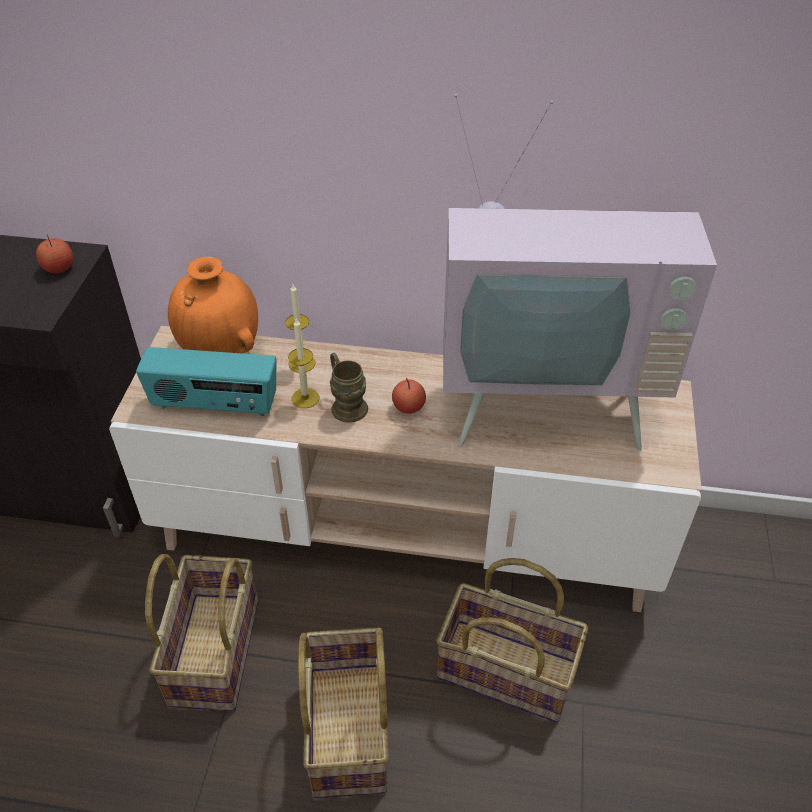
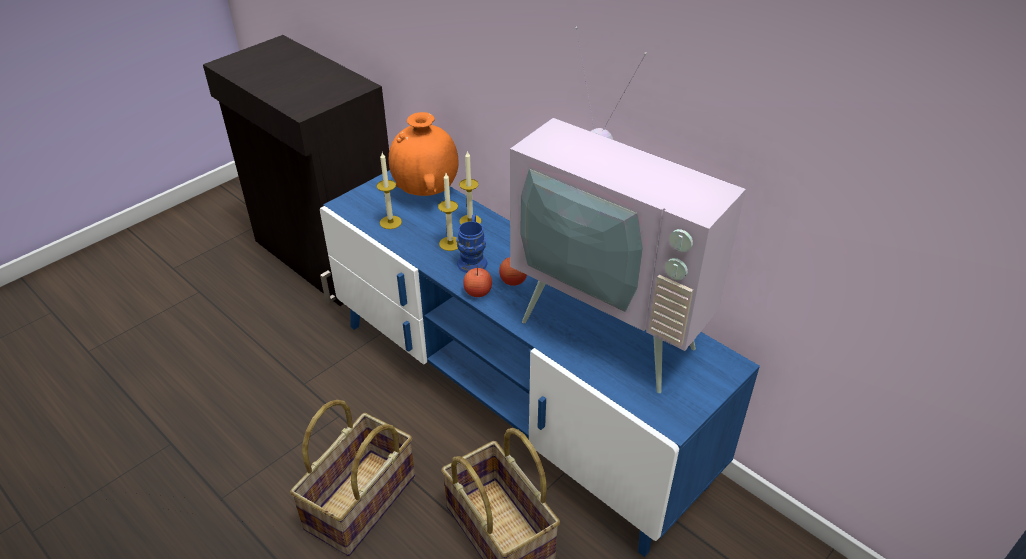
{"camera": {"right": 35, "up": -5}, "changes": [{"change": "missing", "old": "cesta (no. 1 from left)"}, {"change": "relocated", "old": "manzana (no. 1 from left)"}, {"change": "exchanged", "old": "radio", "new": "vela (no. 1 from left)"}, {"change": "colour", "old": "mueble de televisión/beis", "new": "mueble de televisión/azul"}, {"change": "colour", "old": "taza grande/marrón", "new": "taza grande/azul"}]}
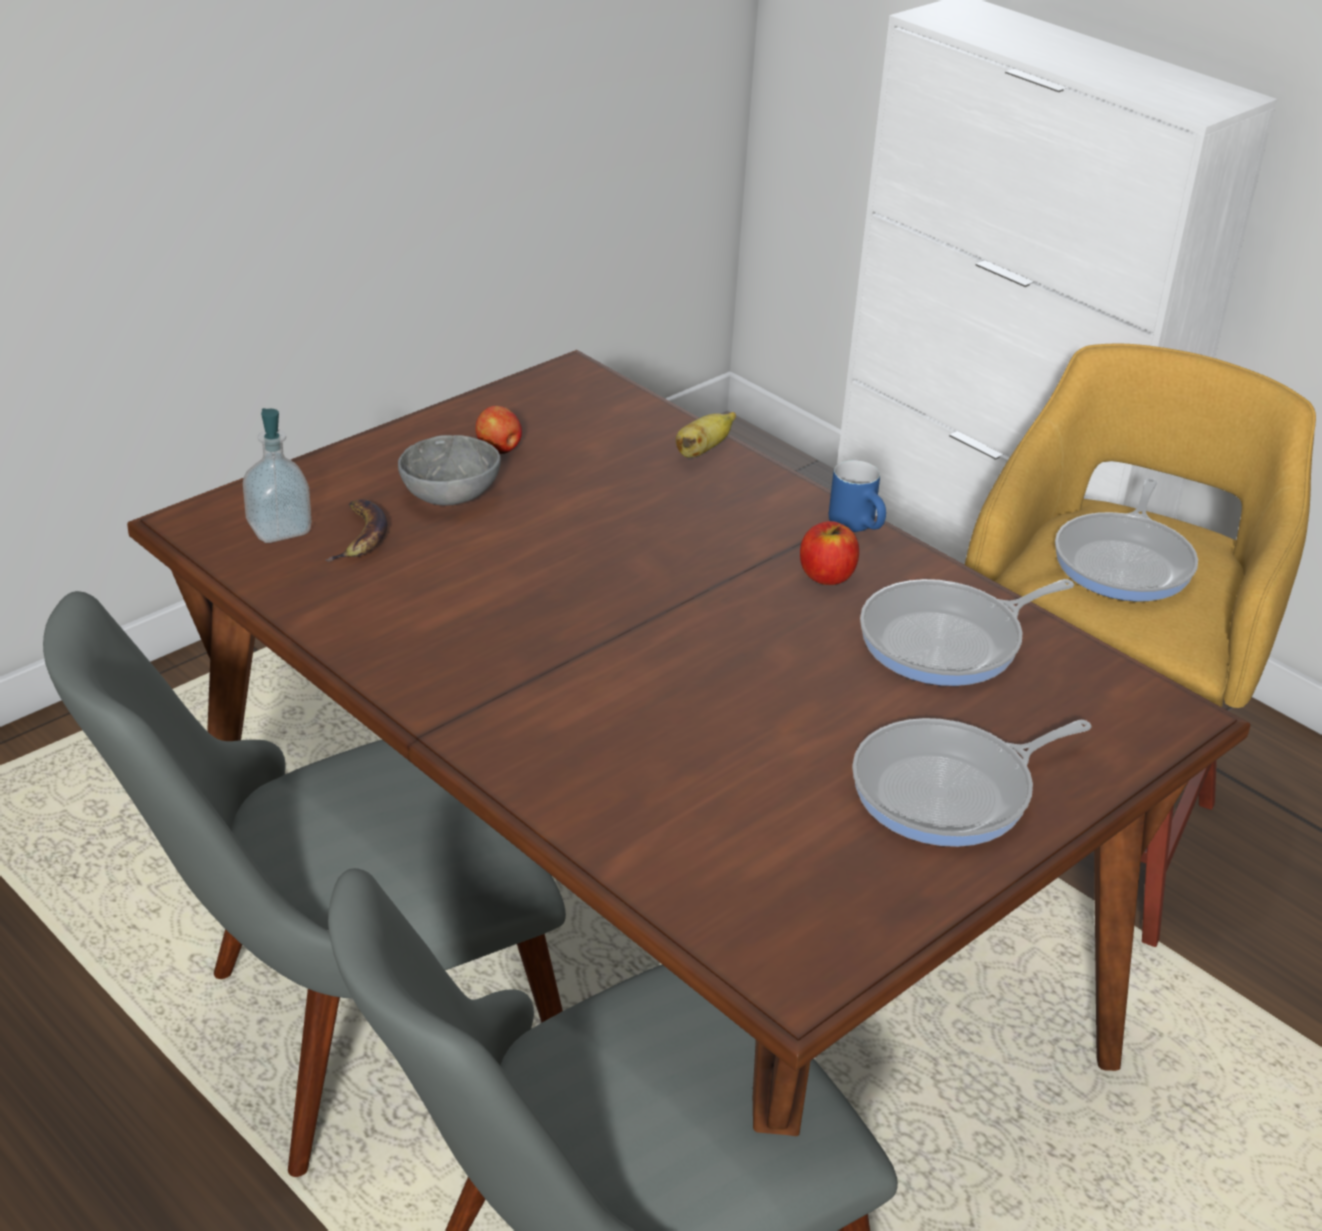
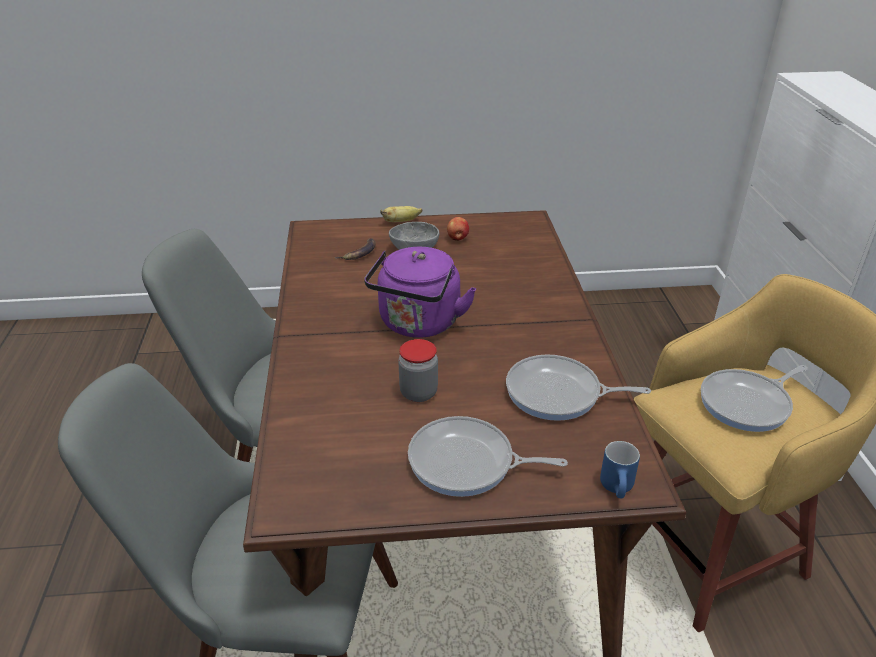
{"camera": {"right": 40, "up": 0}, "changes": [{"change": "missing", "old": "dispensador de jabón"}, {"change": "missing", "old": "manzana (no. 2 from left)"}, {"change": "appeared", "new": "hervidor/morado"}, {"change": "appeared", "new": "tarro"}, {"change": "relocated", "old": "plátano (no. 2 from left)"}, {"change": "relocated", "old": "taza grande/azul"}]}
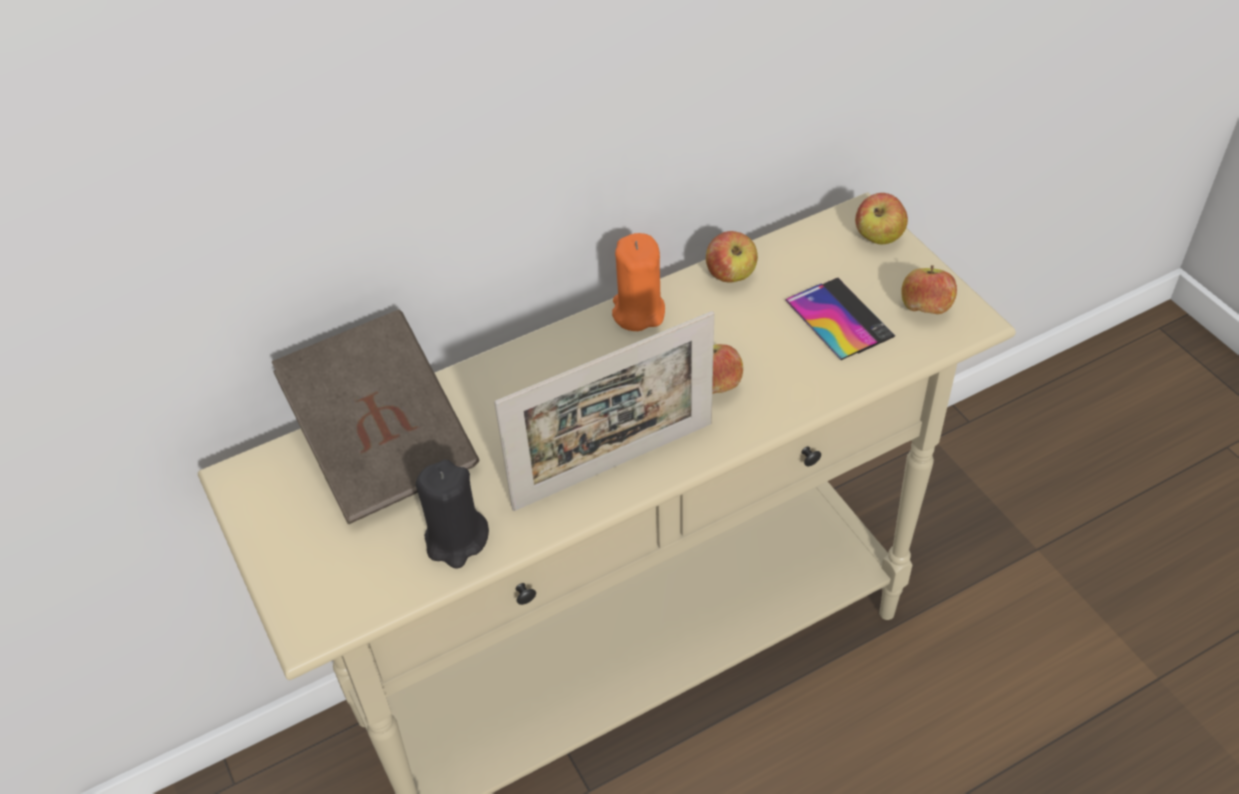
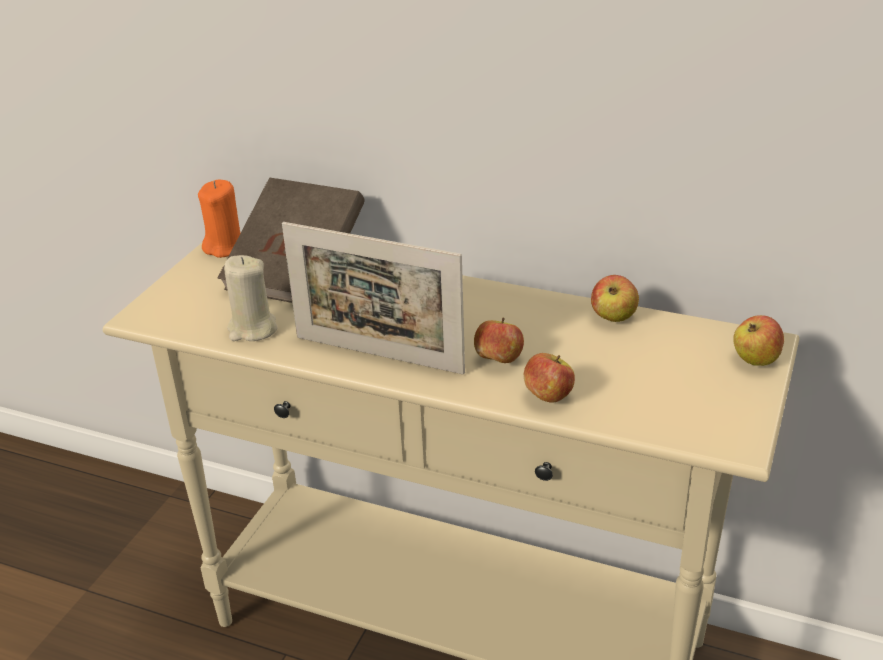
{"camera": {"right": 50, "up": -15}, "changes": [{"change": "missing", "old": "móvil"}, {"change": "relocated", "old": "vela/naranja"}, {"change": "relocated", "old": "manzana (no. 4 from left in the first image)", "new": "manzana (no. 2 from left)"}, {"change": "colour", "old": "vela/negro", "new": "vela/beis"}]}
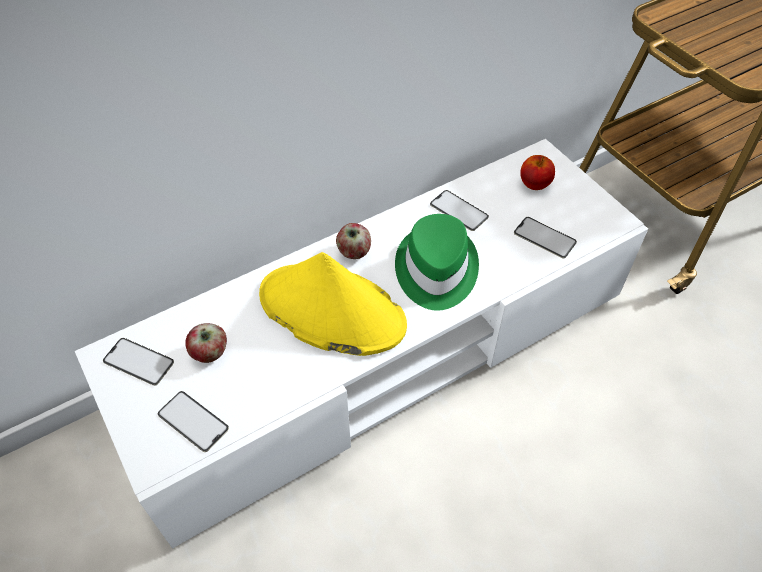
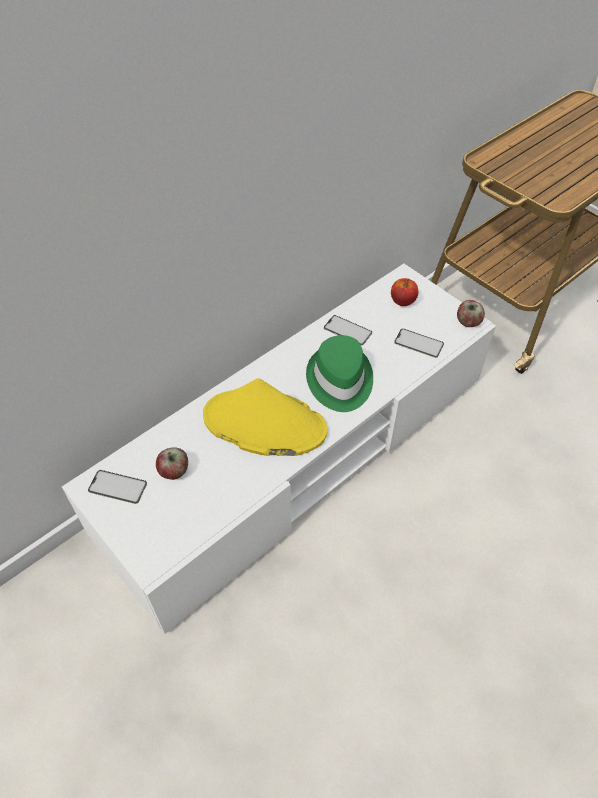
{"camera": {"right": -10, "up": 0}, "changes": [{"change": "missing", "old": "móvil (no. 2 from left)"}, {"change": "relocated", "old": "manzana (no. 2 from left in the first image)", "new": "manzana (no. 3 from left)"}]}
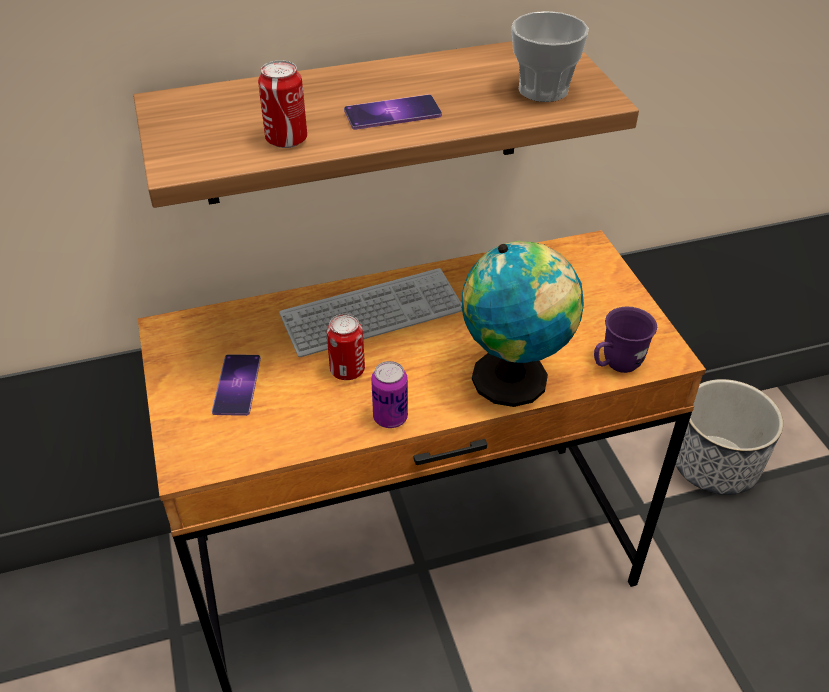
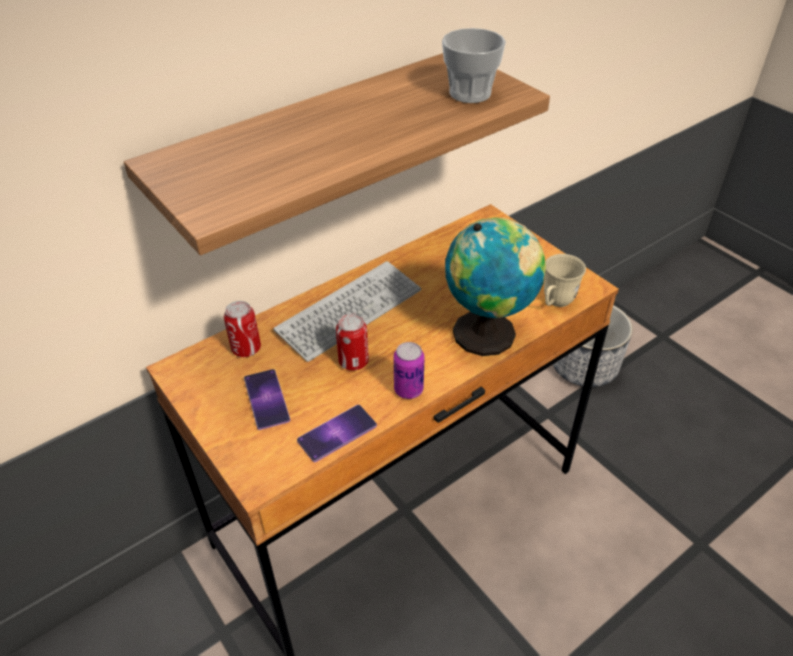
{"camera": {"right": -20, "up": 0}, "changes": [{"change": "relocated", "old": "lata (no. 1 from left)"}, {"change": "relocated", "old": "móvil (no. 2 from left)"}, {"change": "colour", "old": "taza grande/morado", "new": "taza grande/beis"}]}
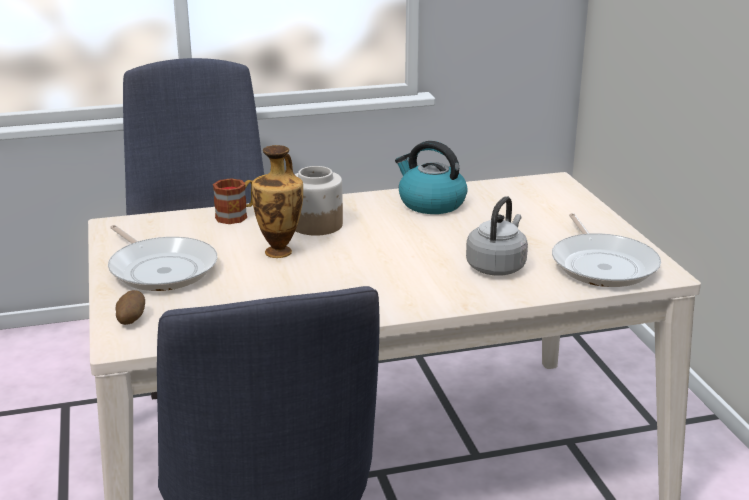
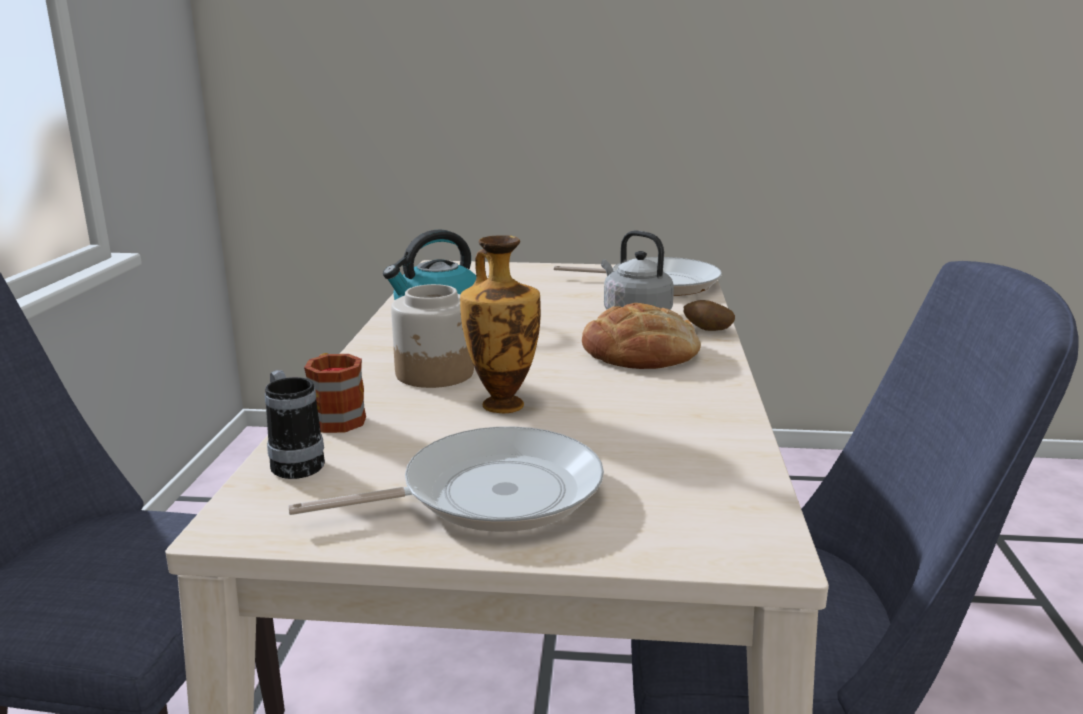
{"camera": {"right": -70, "up": -5}, "changes": [{"change": "appeared", "new": "taza grande (no. 1 from left)"}, {"change": "appeared", "new": "pan"}, {"change": "relocated", "old": "patata"}]}
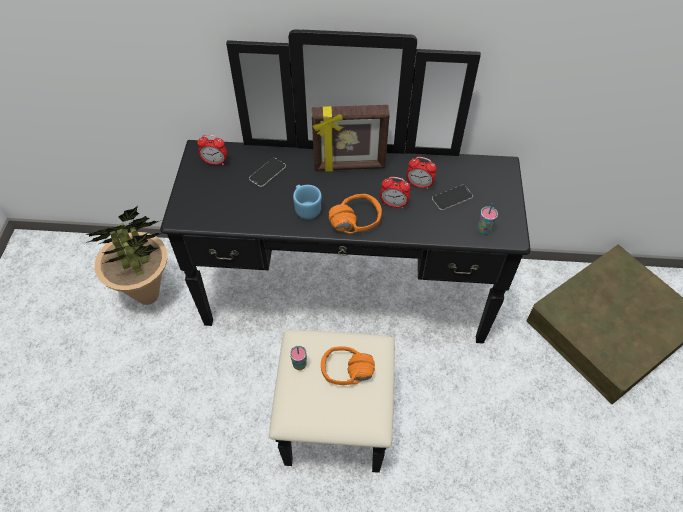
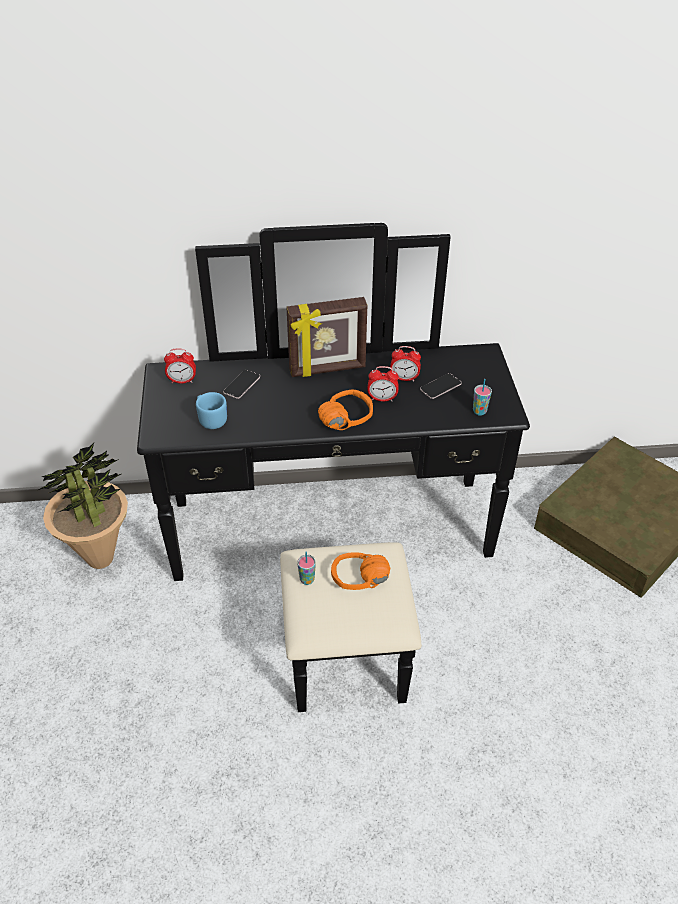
{"camera": {"right": -10, "up": -10}, "changes": [{"change": "relocated", "old": "taza grande/azul"}]}
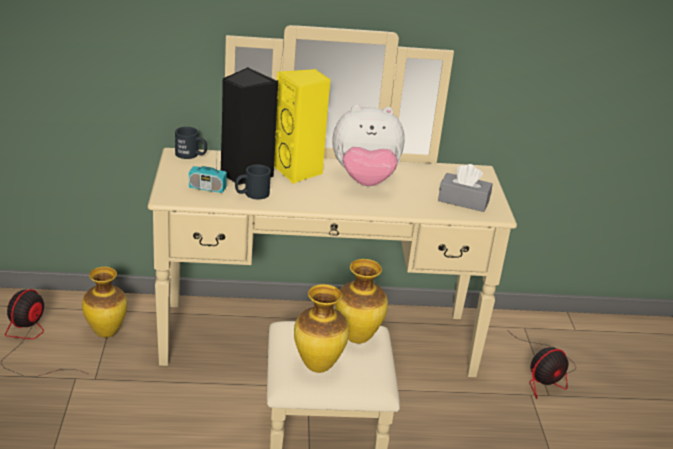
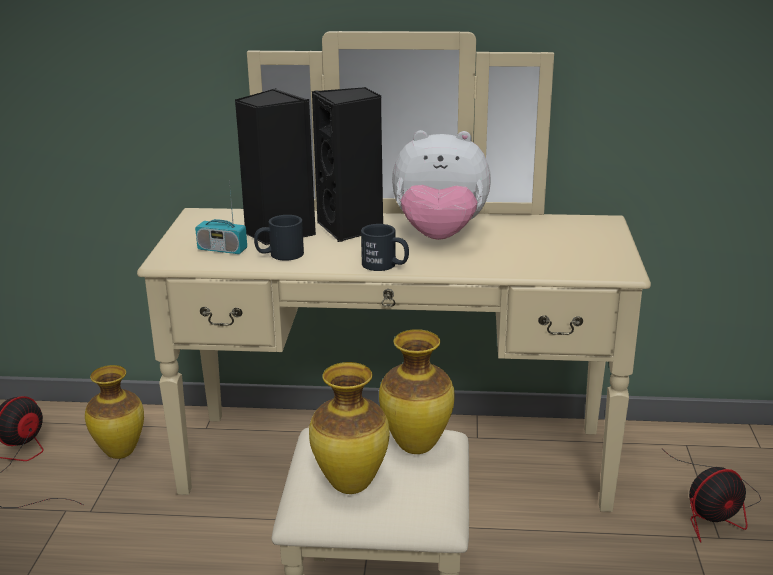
{"camera": {"right": 10, "up": -5}, "changes": [{"change": "missing", "old": "caja de pañuelos/gris"}, {"change": "relocated", "old": "taza grande/negro (no. 1 from left in the first image)", "new": "taza grande/negro (no. 2 from left)"}, {"change": "colour", "old": "altavoz/amarillo", "new": "altavoz/negro (no. 2 from left)"}]}
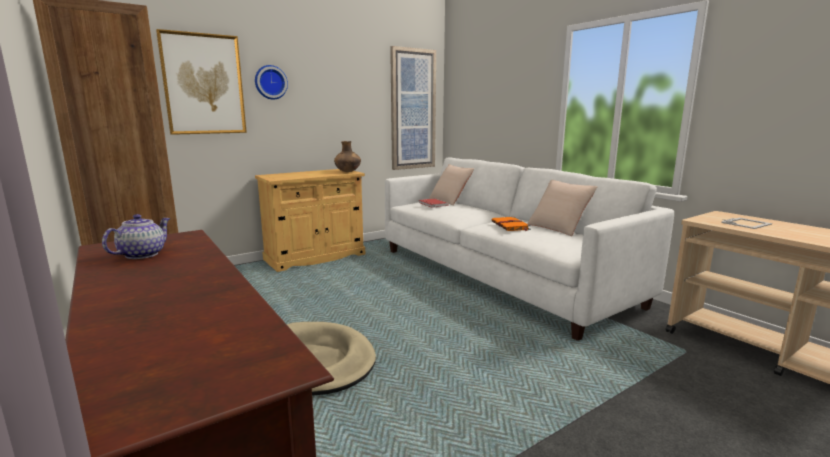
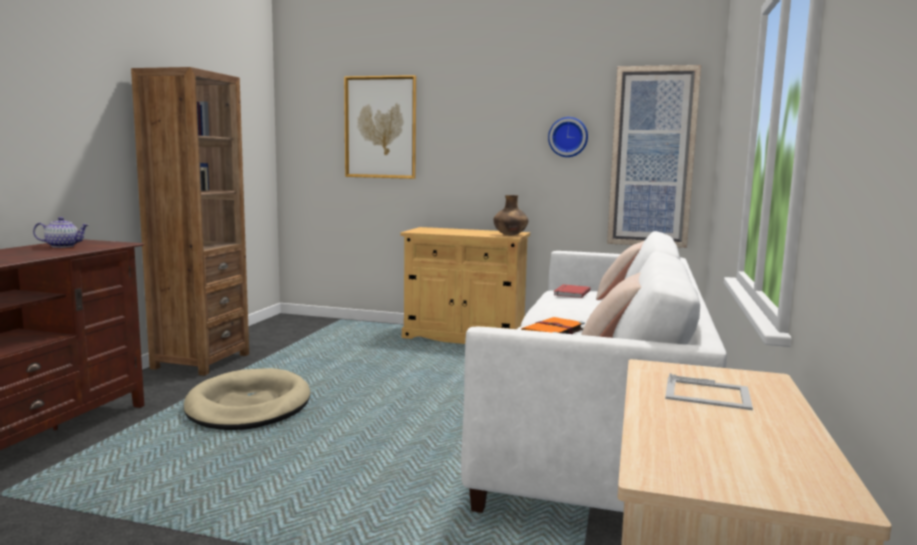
{"camera": {"right": 50, "up": -5}, "changes": [{"change": "relocated", "old": "reloj de pared"}]}
